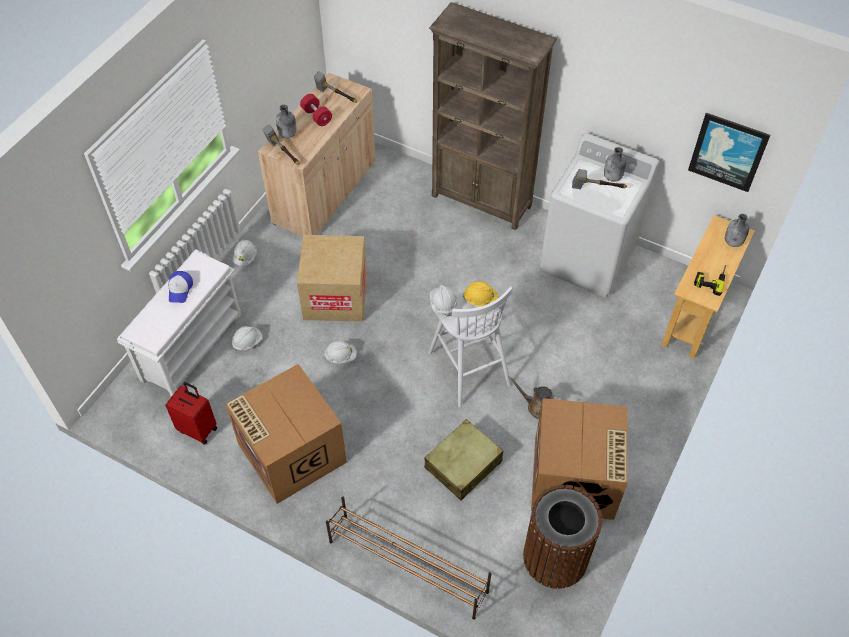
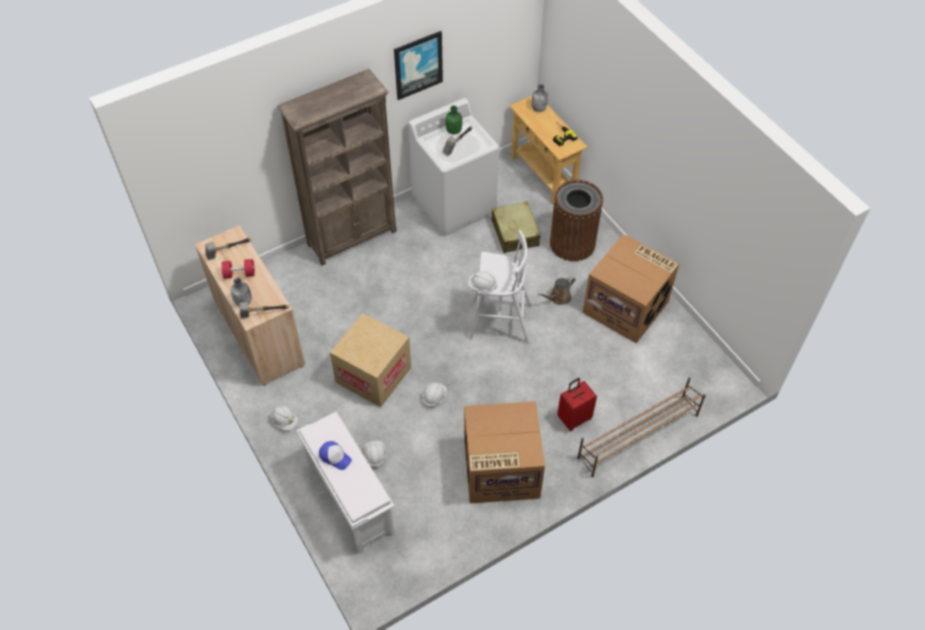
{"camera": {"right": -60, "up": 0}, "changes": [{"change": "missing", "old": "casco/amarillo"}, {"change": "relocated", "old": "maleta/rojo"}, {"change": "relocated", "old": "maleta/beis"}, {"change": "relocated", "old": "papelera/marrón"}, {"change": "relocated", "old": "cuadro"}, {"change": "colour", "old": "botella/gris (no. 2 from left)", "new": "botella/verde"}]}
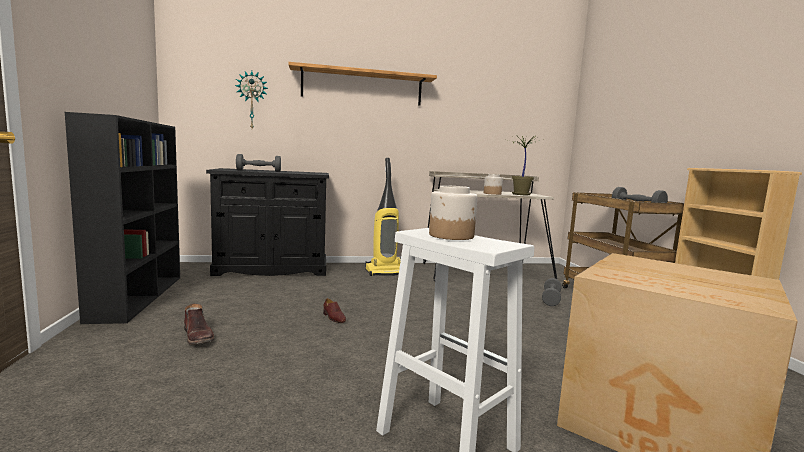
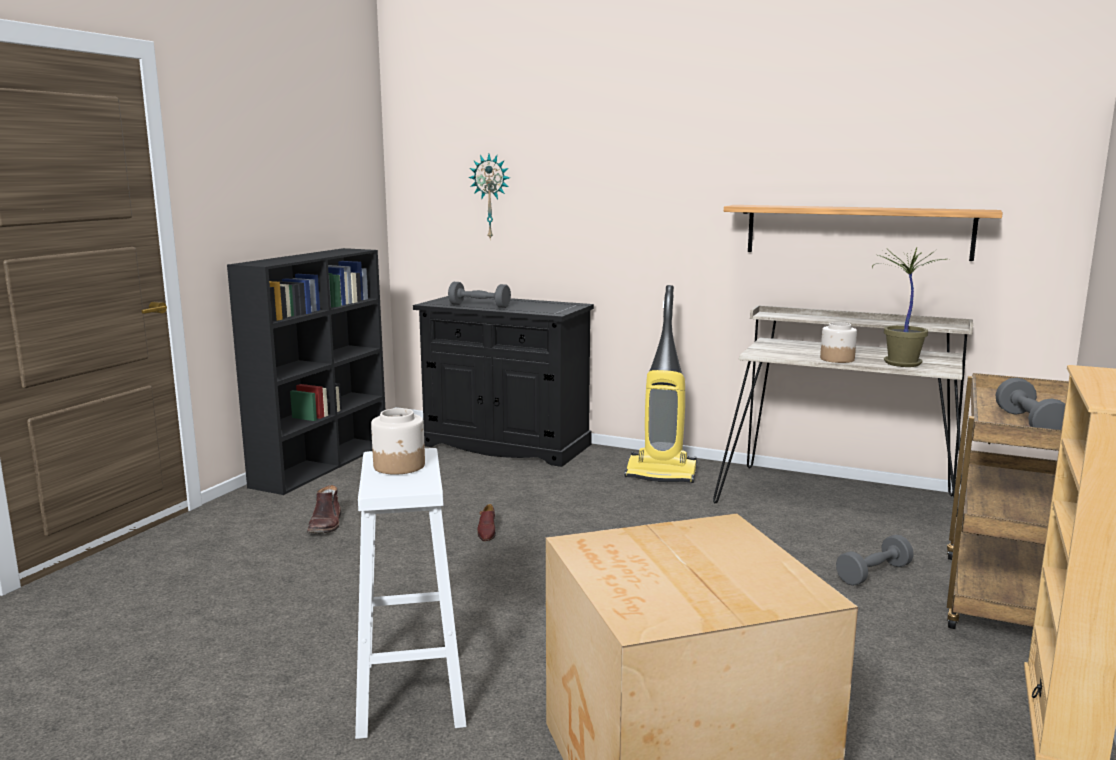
{"camera": {"right": 35, "up": 5}, "changes": [{"change": "relocated", "old": "estante"}]}
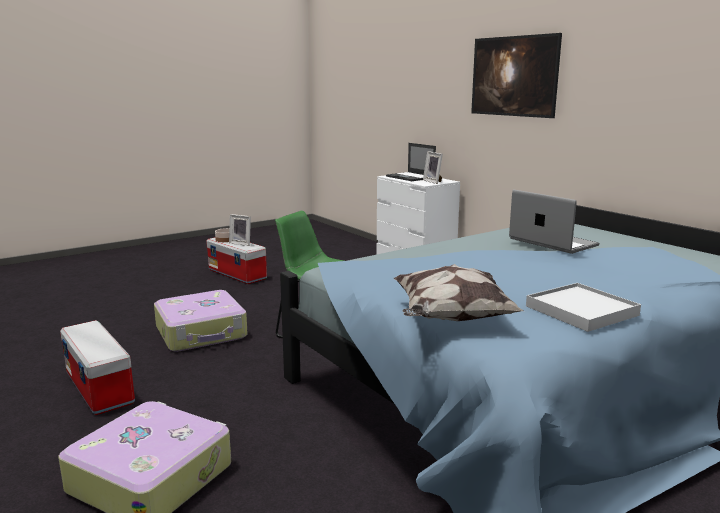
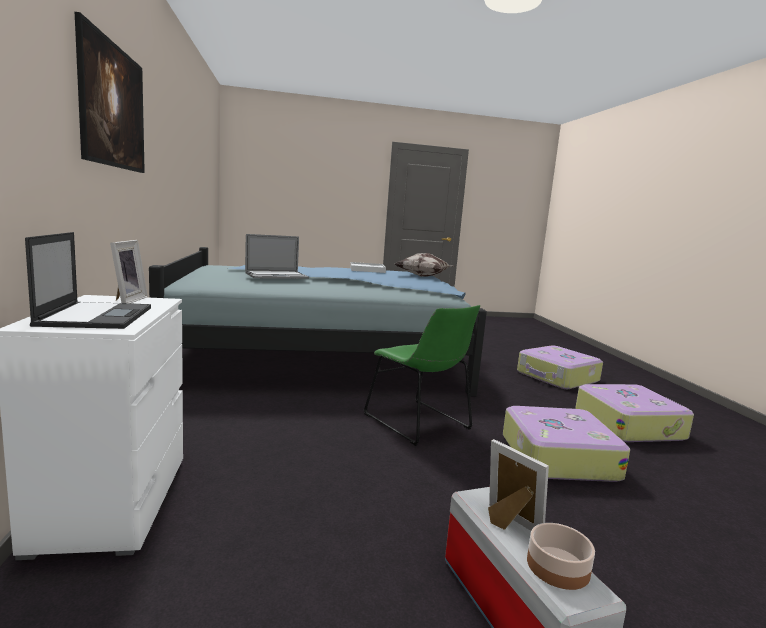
{"camera": {"right": -155, "up": -5}, "changes": [{"change": "exchanged", "old": "caja de almacenaje (no. 1 from left)", "new": "maleta (no. 3 from left)"}, {"change": "spun", "old": "portátil (no. 2 from left)", "degrees": -105}]}
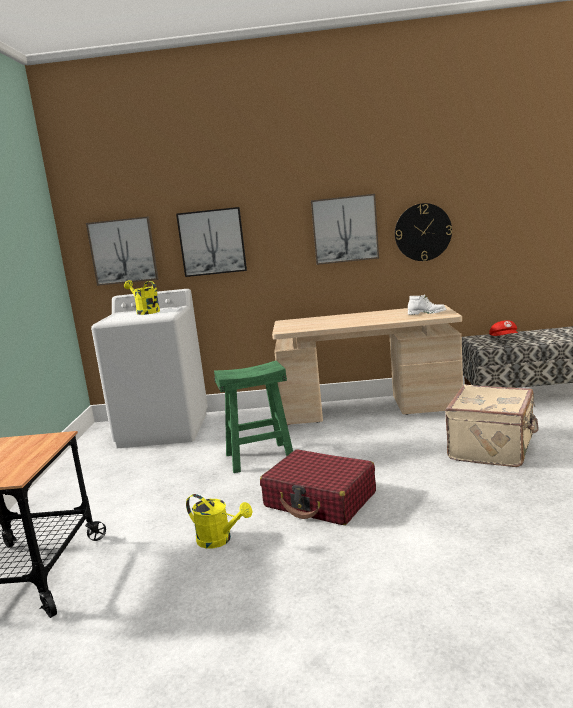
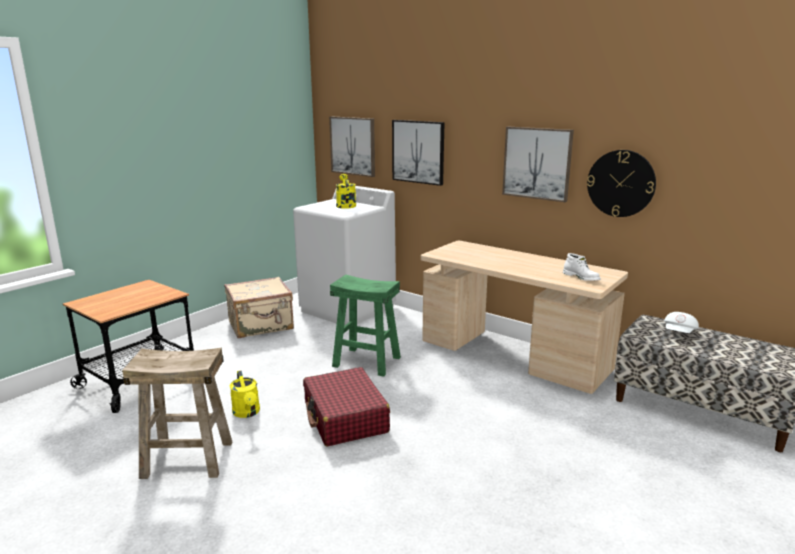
{"camera": {"right": 35, "up": 5}, "changes": [{"change": "appeared", "new": "taburete/beis"}, {"change": "relocated", "old": "maleta/beis"}, {"change": "colour", "old": "gorra/rojo", "new": "gorra/blanco"}]}
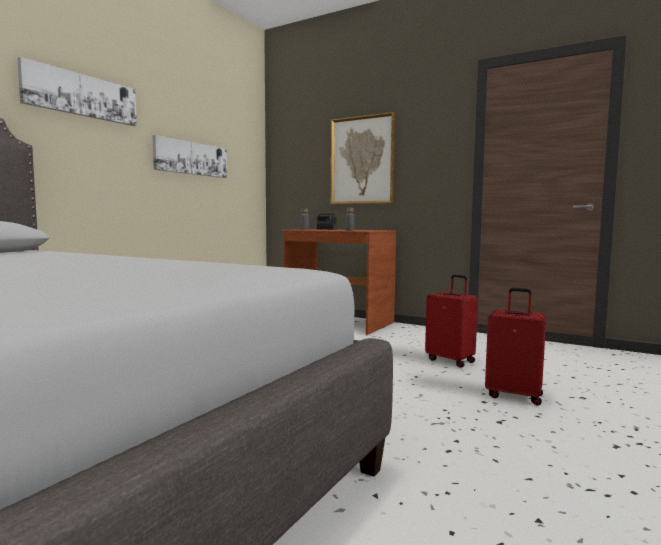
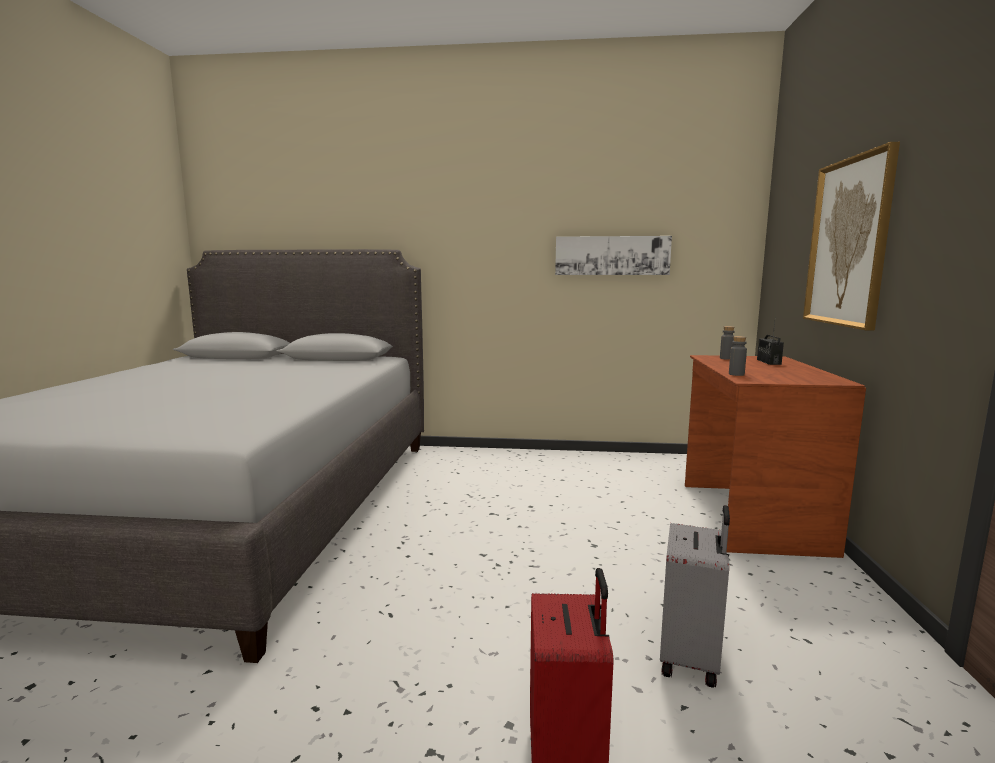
{"camera": {"right": 65, "up": 5}, "changes": [{"change": "missing", "old": "cuadro (no. 1 from left)"}, {"change": "colour", "old": "maleta/rojo (no. 1 from left)", "new": "maleta/gris"}]}
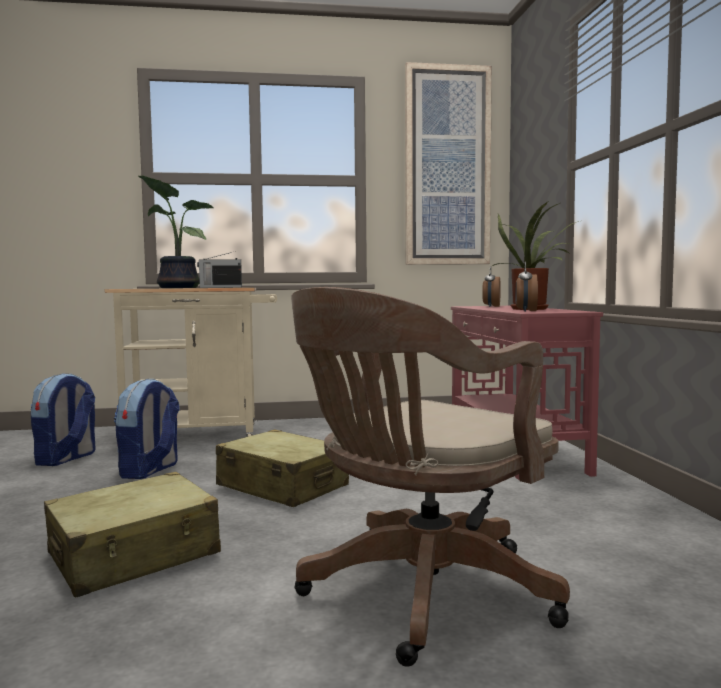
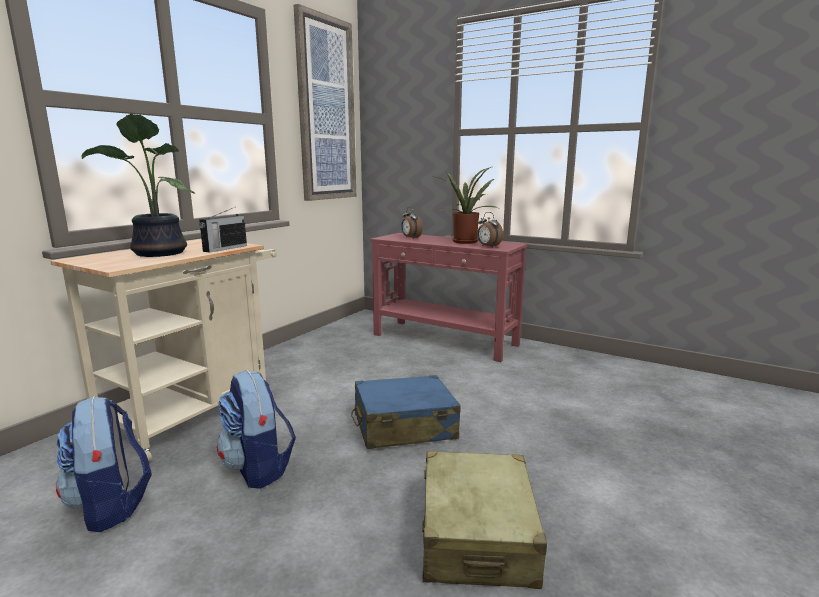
{"camera": {"right": -50, "up": 10}, "changes": [{"change": "missing", "old": "silla de oficina/marrón"}, {"change": "colour", "old": "maleta/beis (no. 2 from left)", "new": "maleta/azul"}]}
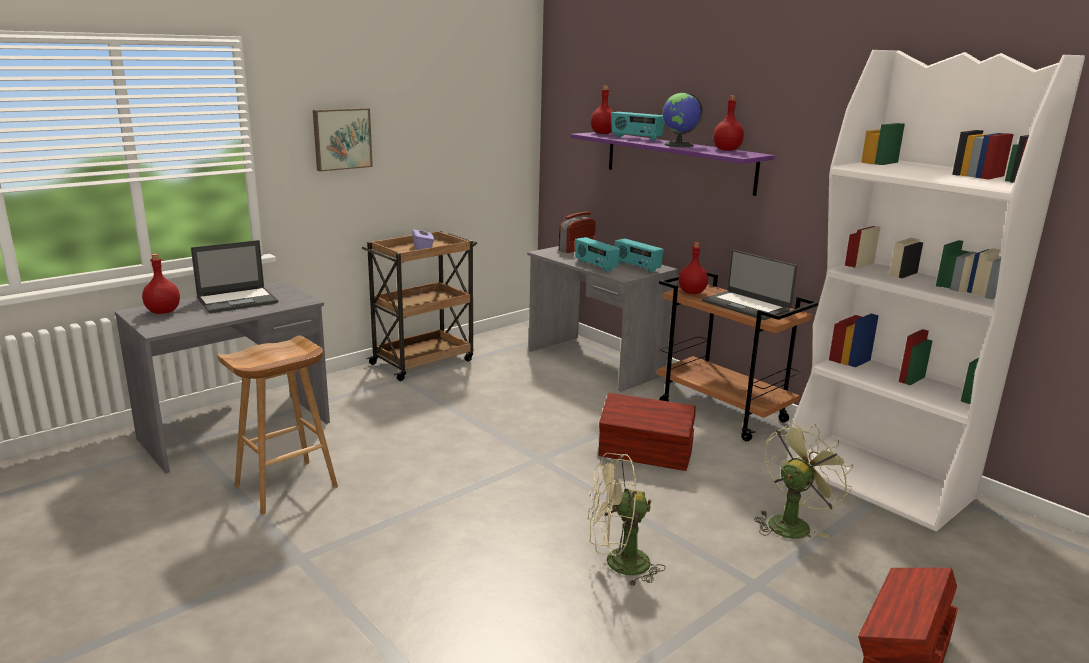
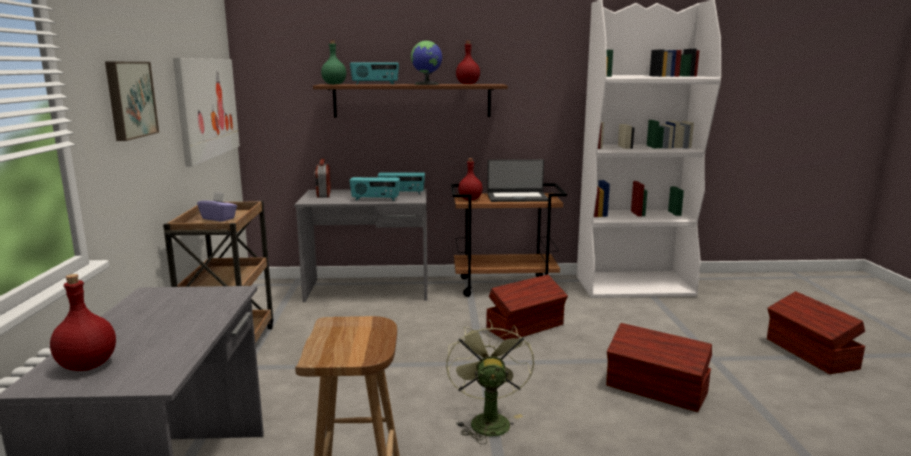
{"camera": {"right": -50, "up": -5}, "changes": [{"change": "missing", "old": "portátil (no. 1 from left)"}, {"change": "appeared", "new": "cuadro (no. 2 from left)"}, {"change": "relocated", "old": "ventilador/verde"}, {"change": "exchanged", "old": "ventilador/beis", "new": "caja de almacenaje/marrón (no. 2 from left)"}, {"change": "colour", "old": "estante/morado", "new": "estante/marrón"}, {"change": "colour", "old": "botella/rojo (no. 2 from left)", "new": "botella/verde"}]}
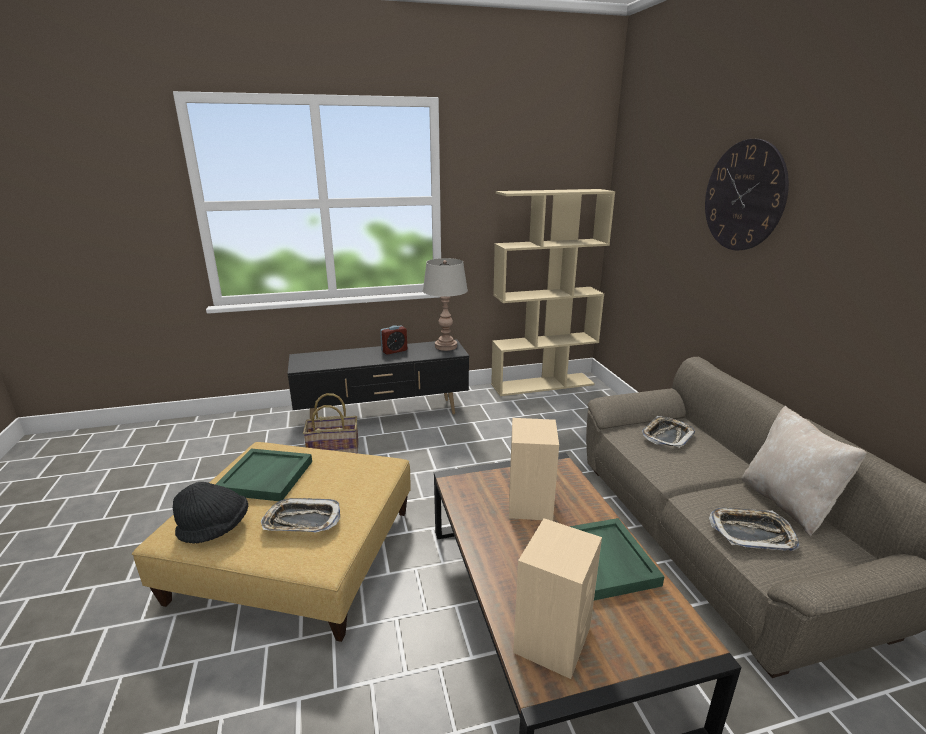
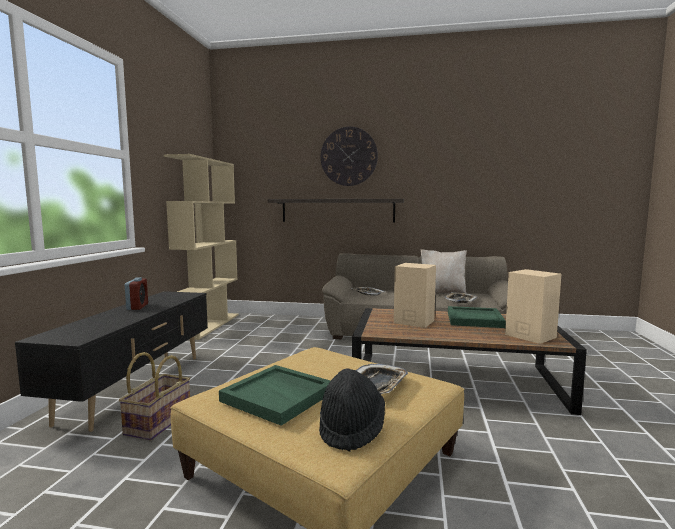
{"camera": {"right": -65, "up": -15}, "changes": [{"change": "missing", "old": "lámpara de mesa/gris"}, {"change": "appeared", "new": "estante"}]}
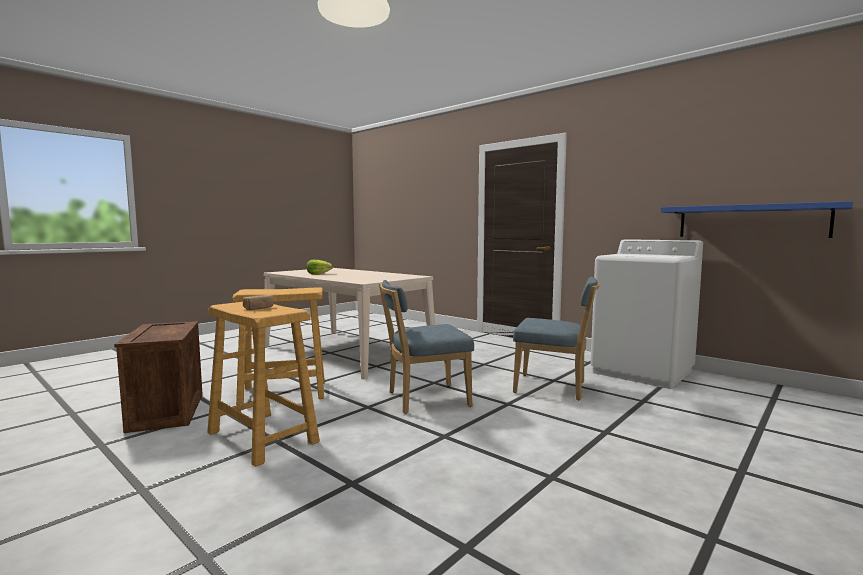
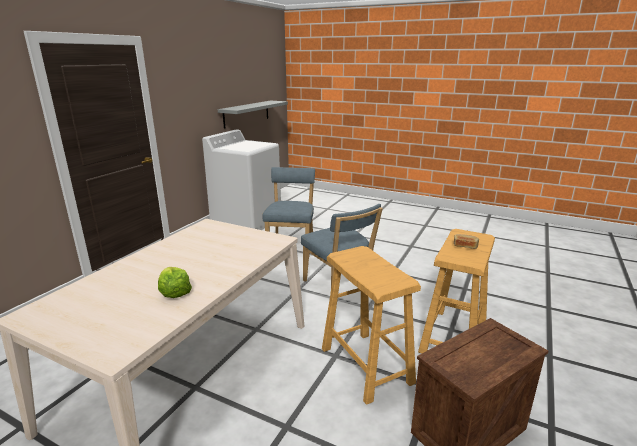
{"camera": {"right": -105, "up": 15}, "changes": [{"change": "colour", "old": "estante/azul", "new": "estante/gris"}]}
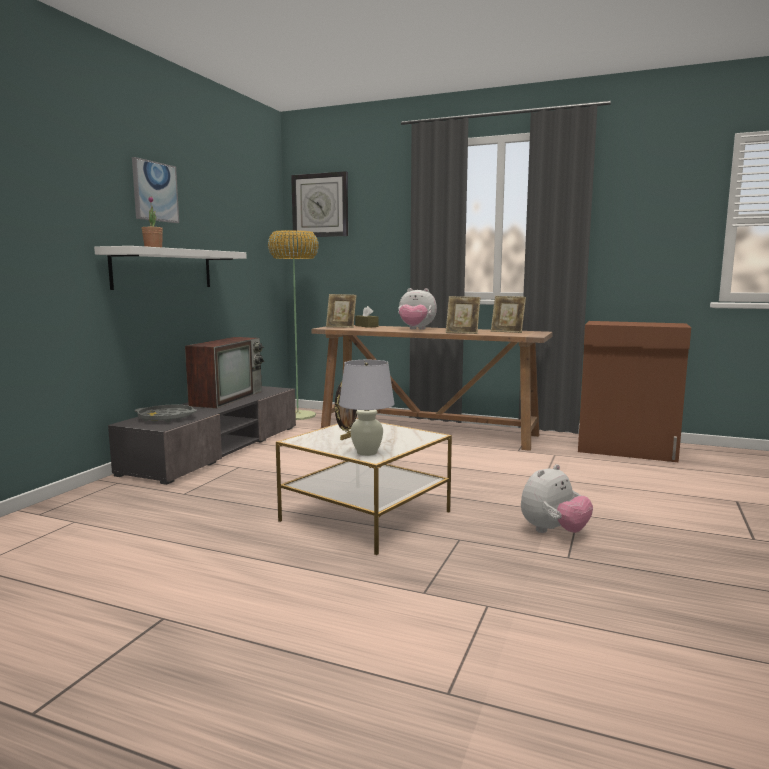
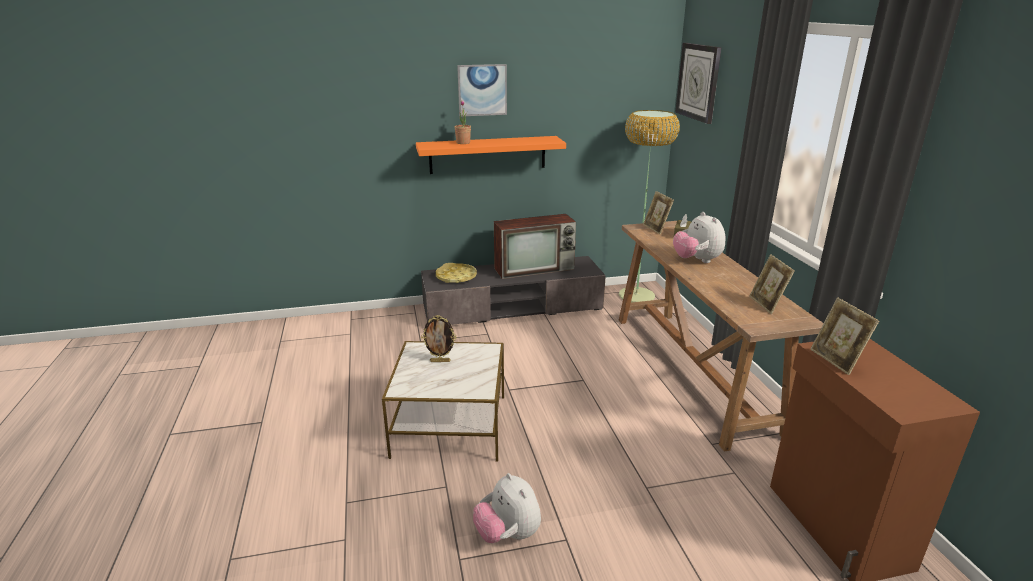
{"camera": {"right": 55, "up": 15}, "changes": [{"change": "missing", "old": "lámpara de mesa/blanco"}, {"change": "relocated", "old": "portarretratos (no. 3 from left in the first image)", "new": "portarretratos (no. 4 from left)"}, {"change": "colour", "old": "estante/blanco", "new": "estante/naranja"}, {"change": "colour", "old": "bandeja/gris", "new": "bandeja/amarillo"}, {"change": "spun", "old": "peluche (no. 2 from left in the first image)", "degrees": 45}]}
